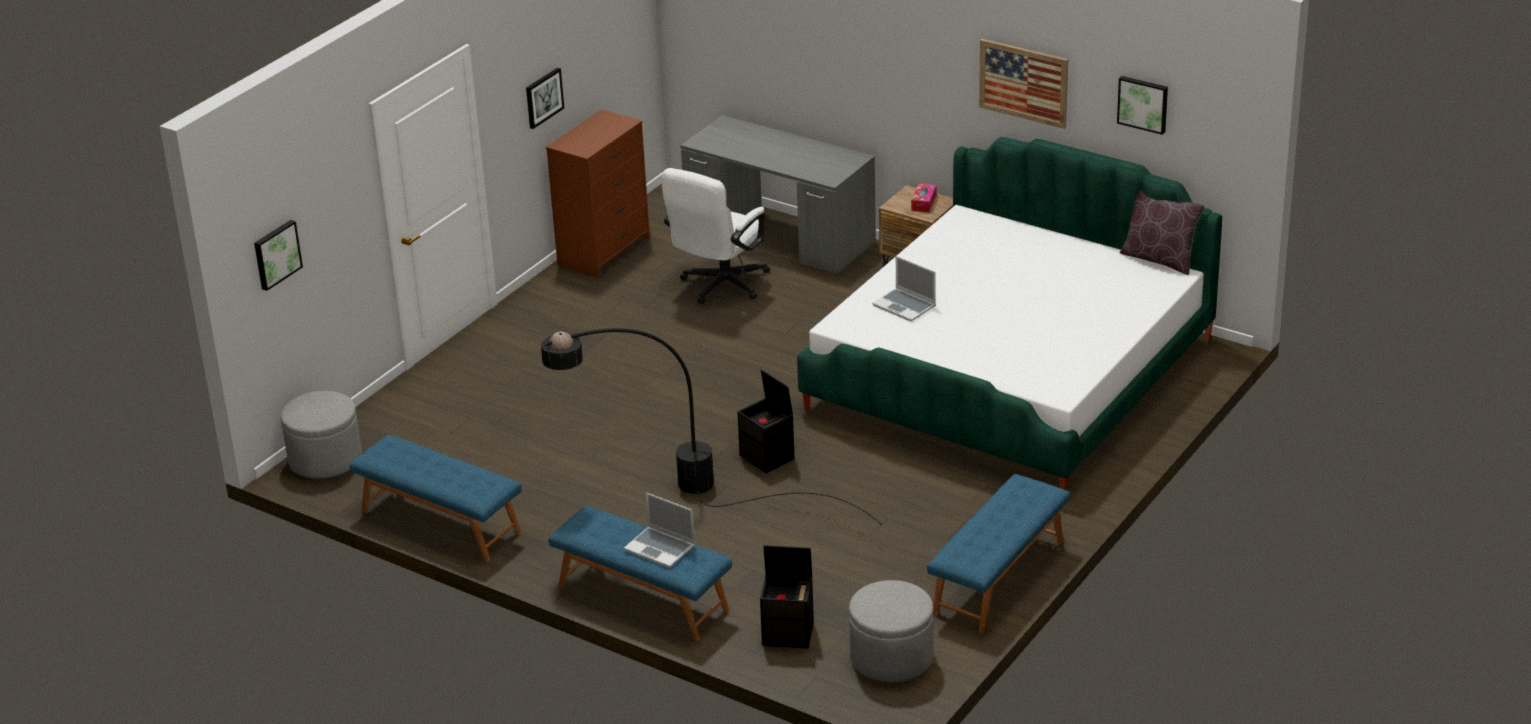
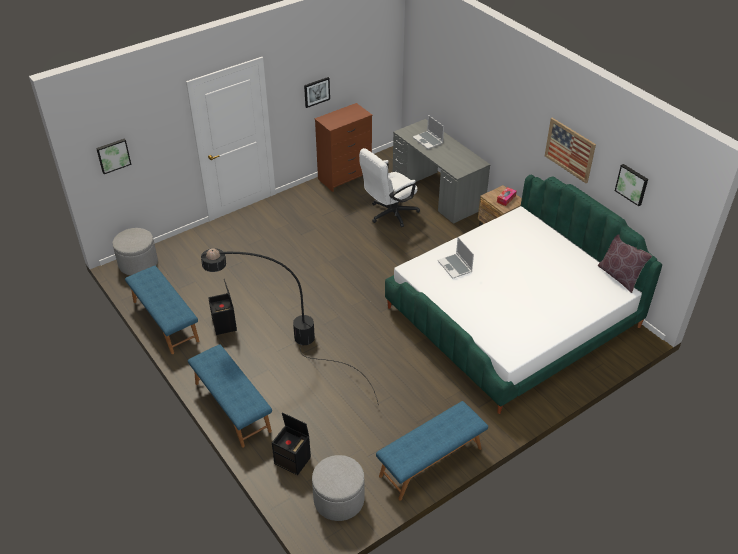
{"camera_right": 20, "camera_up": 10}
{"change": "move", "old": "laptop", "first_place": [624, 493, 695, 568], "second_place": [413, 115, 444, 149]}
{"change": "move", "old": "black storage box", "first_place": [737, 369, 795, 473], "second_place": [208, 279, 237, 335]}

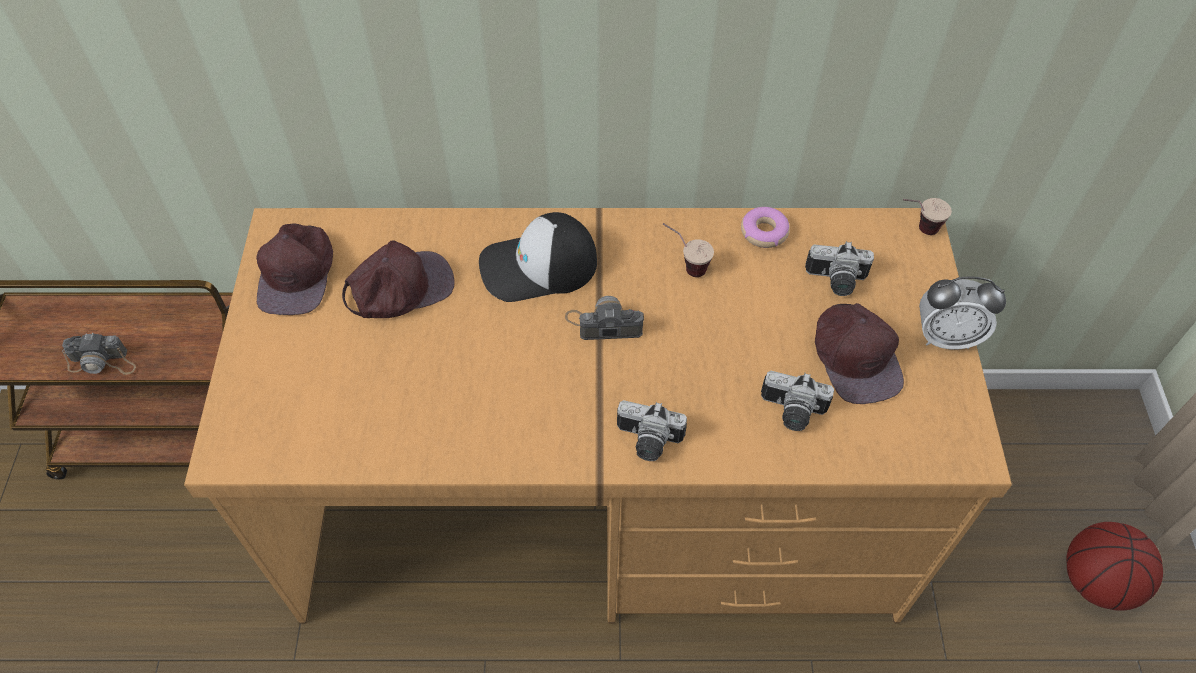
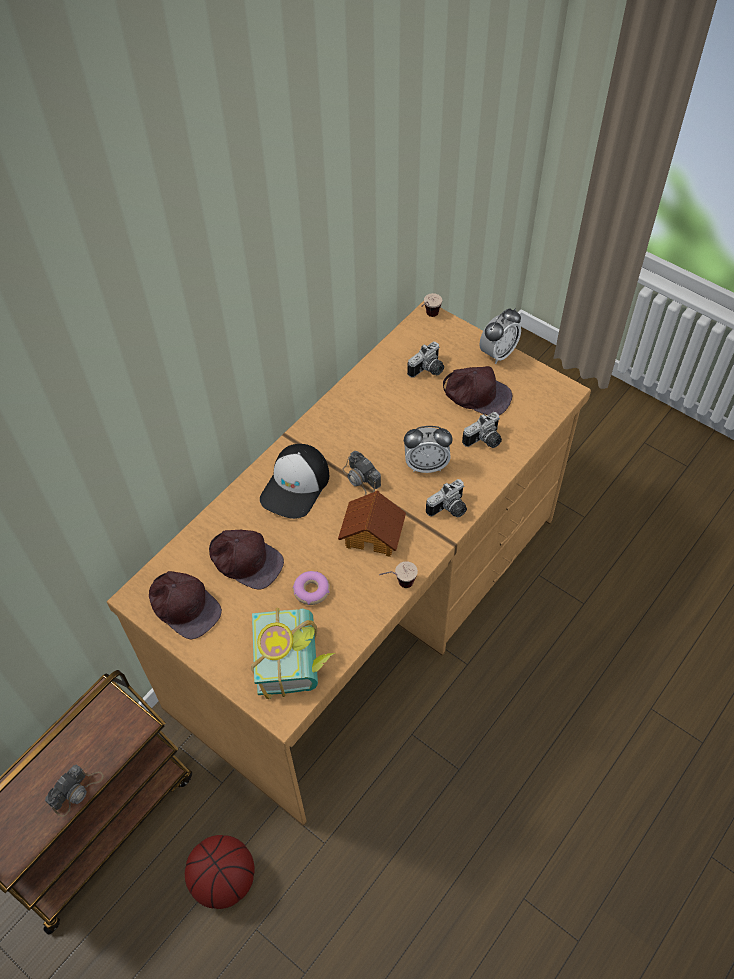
{"camera_right": -50, "camera_up": 0}
{"change": "insert", "new": "bound book", "second_place": [251, 607, 335, 699]}
{"change": "insert", "new": "miniature house", "second_place": [338, 490, 406, 557]}
{"change": "insert", "new": "bedside clock", "second_place": [404, 426, 453, 473]}
{"change": "move", "old": "drinking cup", "first_place": [663, 223, 714, 277], "second_place": [379, 561, 418, 588]}
{"change": "move", "old": "donut", "first_place": [741, 207, 790, 248], "second_place": [293, 571, 330, 605]}
{"change": "move", "old": "ball for basketball", "first_place": [1066, 522, 1163, 611], "second_place": [185, 835, 255, 909]}
{"change": "rotate", "old": "brownish cap", "first_place": [342, 240, 454, 318], "second_place": [209, 530, 284, 590], "degrees": 105}
{"change": "rotate", "old": "photo camera", "first_place": [565, 296, 644, 340], "second_place": [342, 451, 381, 495], "degrees": -75}

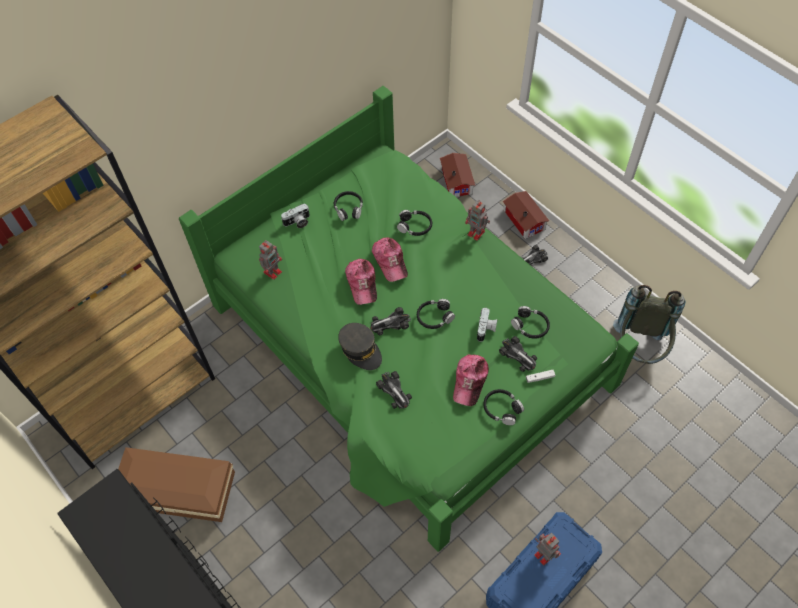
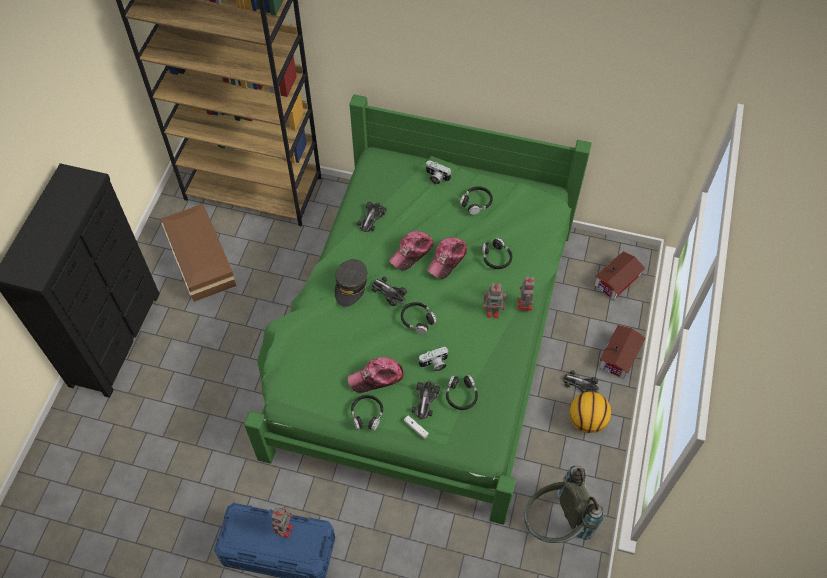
{"camera_right": 55, "camera_up": 0}
{"change": "insert", "new": "ball for basketball", "second_place": [570, 392, 611, 433]}
{"change": "move", "old": "robot figure", "first_place": [259, 240, 282, 280], "second_place": [483, 283, 507, 318]}
{"change": "move", "old": "model car", "first_place": [376, 371, 412, 409], "second_place": [357, 202, 387, 232]}

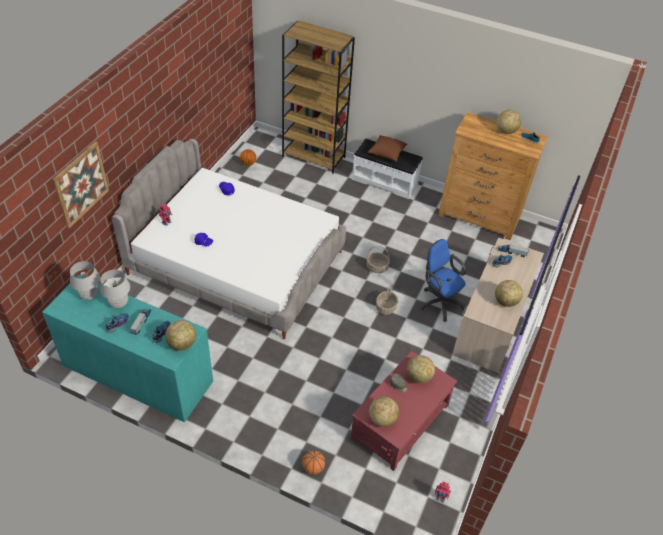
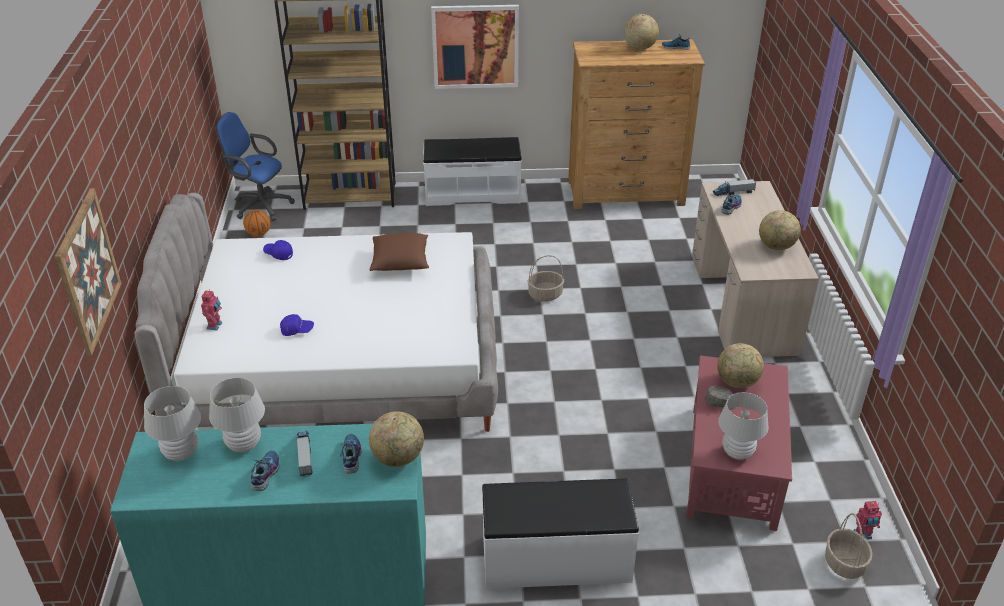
{"camera_right": -25, "camera_up": -10}
{"change": "delete", "old": "ball for basketball", "first_place": [302, 451, 325, 475]}
{"change": "insert", "new": "wall picture", "second_place": [431, 5, 519, 89]}
{"change": "insert", "new": "white-coloured indoor bench", "second_place": [482, 479, 639, 589]}
{"change": "move", "old": "brownish throw pillow", "first_place": [368, 135, 407, 162], "second_place": [370, 233, 429, 271]}
{"change": "move", "old": "storage basket", "first_place": [376, 284, 398, 315], "second_place": [825, 513, 873, 579]}
{"change": "move", "old": "blue desk chair", "first_place": [420, 239, 466, 322], "second_place": [217, 112, 295, 221]}
{"change": "replace", "old": "world globe", "new": "white-coloured table lamp", "first_place": [369, 396, 399, 427], "second_place": [718, 392, 769, 460]}

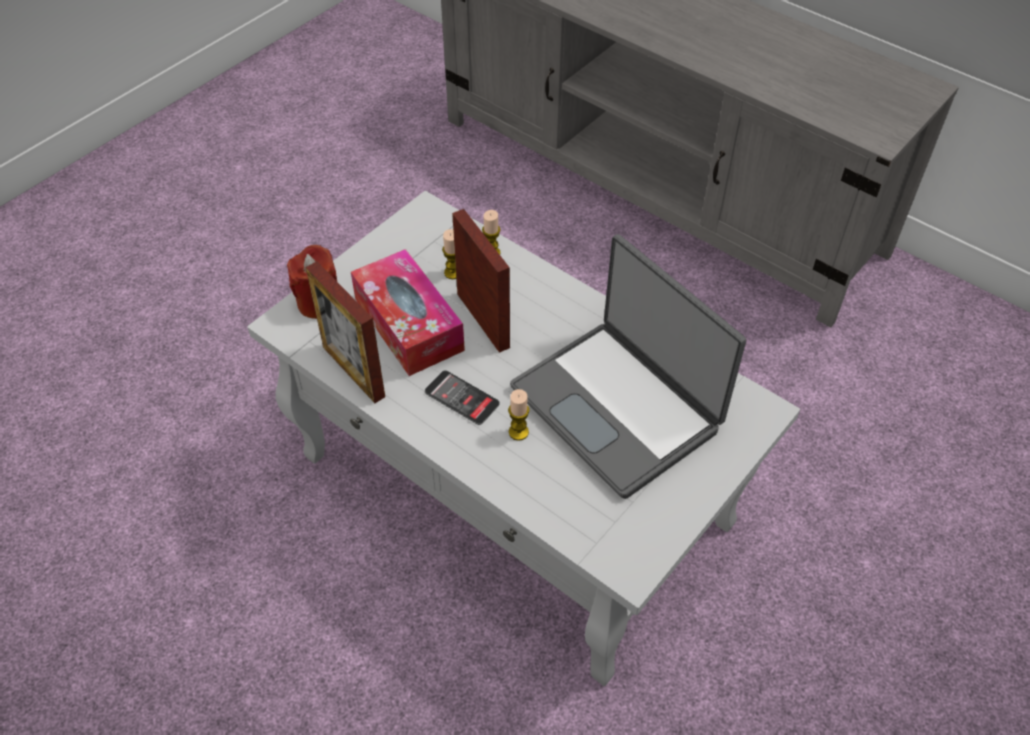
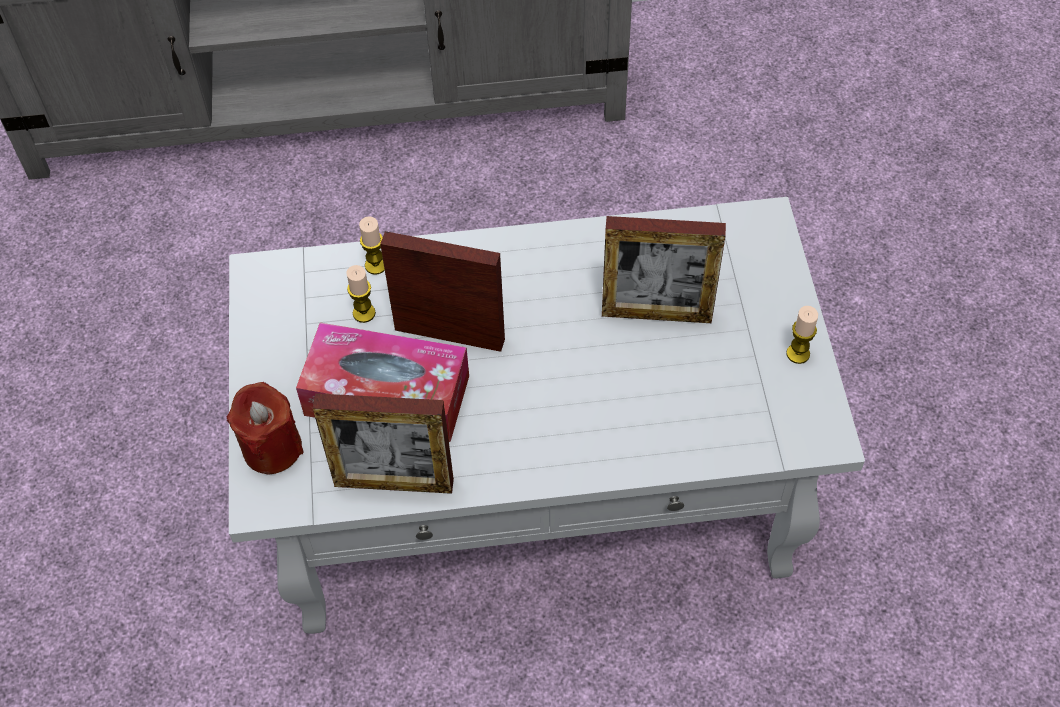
{"camera_right": -45, "camera_up": 5}
{"change": "delete", "old": "handset", "first_place": [425, 370, 500, 425]}
{"change": "move", "old": "wax candle", "first_place": [508, 389, 529, 441], "second_place": [786, 306, 818, 364]}
{"change": "replace", "old": "laptop", "new": "standing frame", "first_place": [510, 234, 746, 499], "second_place": [602, 216, 726, 323]}

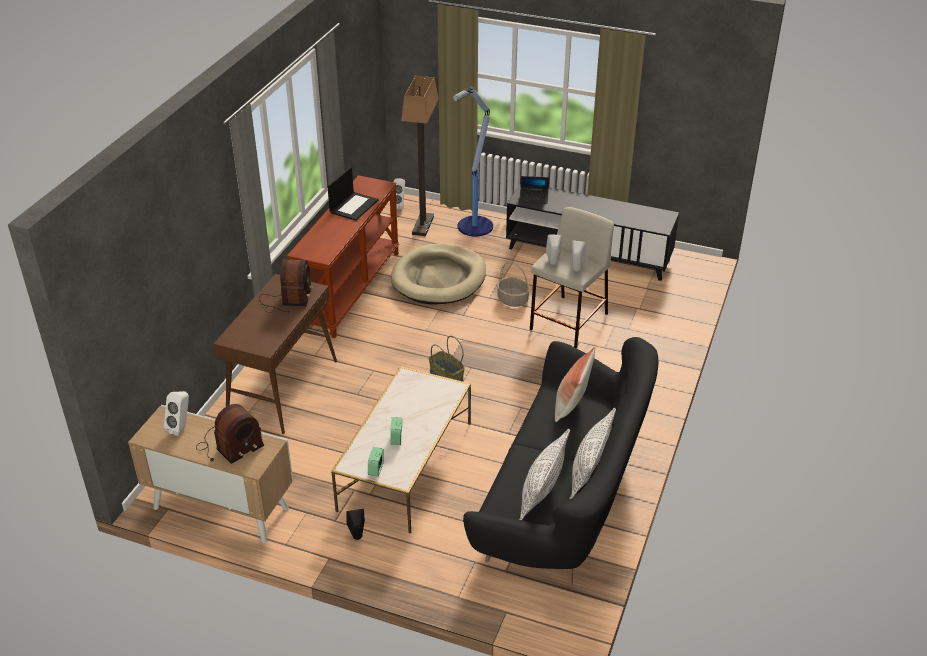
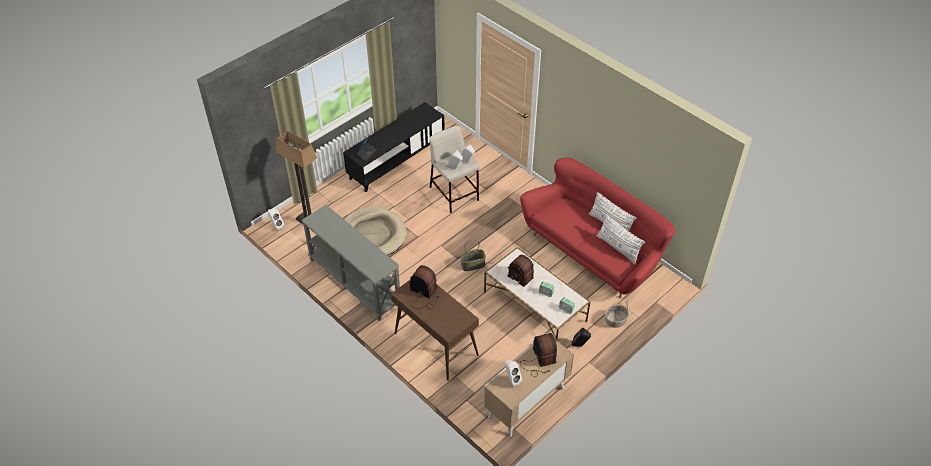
{"camera_right": -65, "camera_up": 10}
{"change": "delete", "old": "laptop", "first_place": [328, 167, 379, 221]}
{"change": "delete", "old": "standing lamp", "first_place": [453, 86, 493, 236]}
{"change": "delete", "old": "throw pillow", "first_place": [555, 347, 595, 422]}
{"change": "insert", "new": "radio", "second_place": [507, 255, 534, 287]}
{"change": "move", "old": "storage basket", "first_place": [497, 262, 530, 307], "second_place": [605, 300, 629, 328]}
{"change": "recolor", "old": "brownish hall table", "new": "gray hall table", "first_place": [287, 175, 399, 338], "second_place": [302, 205, 400, 321]}
{"change": "recolor", "old": "black sofa", "new": "red-coloured sofa", "first_place": [463, 337, 658, 586], "second_place": [520, 157, 675, 298]}

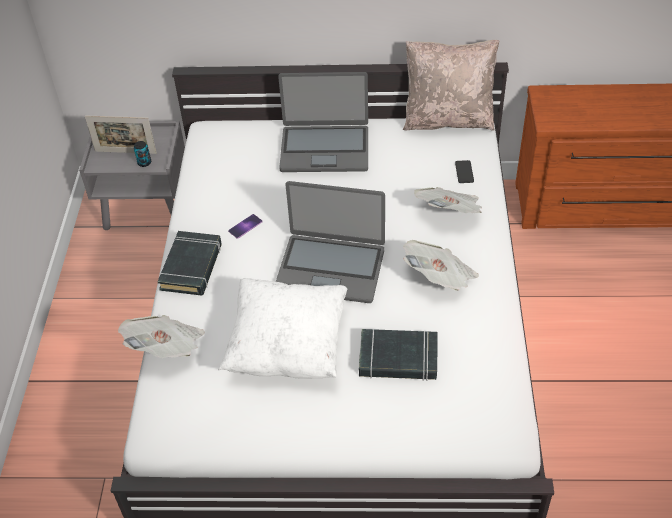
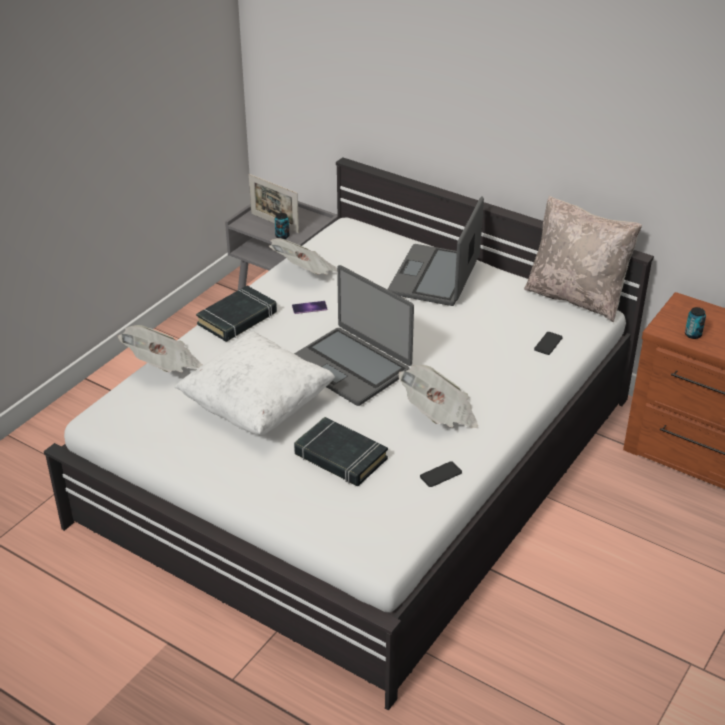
{"camera_right": 30, "camera_up": -10}
{"change": "insert", "new": "handset", "second_place": [420, 461, 462, 487]}
{"change": "insert", "new": "sealed can", "second_place": [685, 307, 706, 339]}
{"change": "move", "old": "daily paper", "first_place": [414, 187, 482, 213], "second_place": [269, 238, 337, 275]}
{"change": "rotate", "old": "laptop", "first_place": [278, 72, 368, 172], "second_place": [388, 196, 484, 306], "degrees": 75}

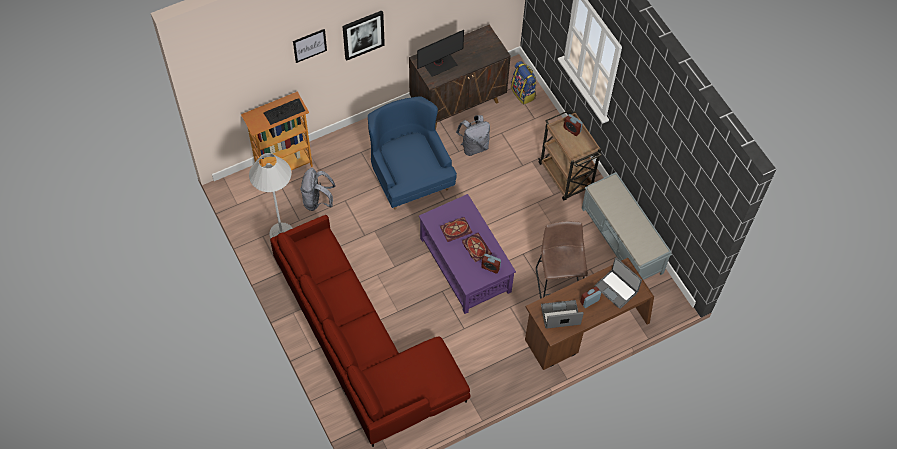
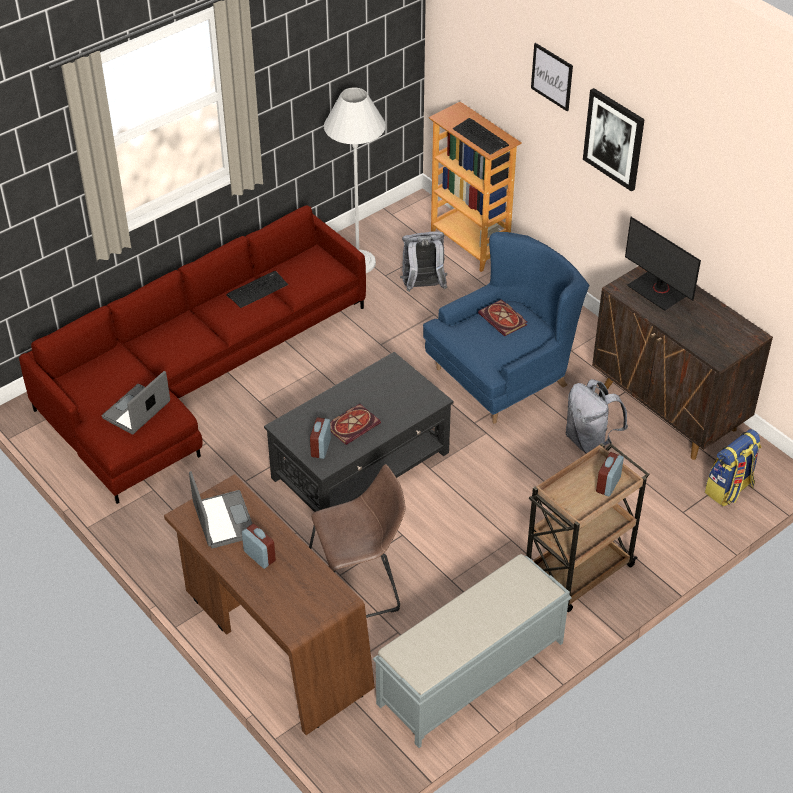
{"camera_right": 80, "camera_up": -15}
{"change": "insert", "new": "computer keyboard", "second_place": [226, 271, 288, 308]}
{"change": "move", "old": "bound book", "first_place": [440, 217, 472, 242], "second_place": [478, 299, 527, 337]}
{"change": "move", "old": "laptop", "first_place": [594, 257, 642, 309], "second_place": [102, 371, 170, 434]}
{"change": "recolor", "old": "purplish coffee table", "new": "black coffee table", "first_place": [419, 194, 516, 314], "second_place": [264, 352, 454, 512]}

